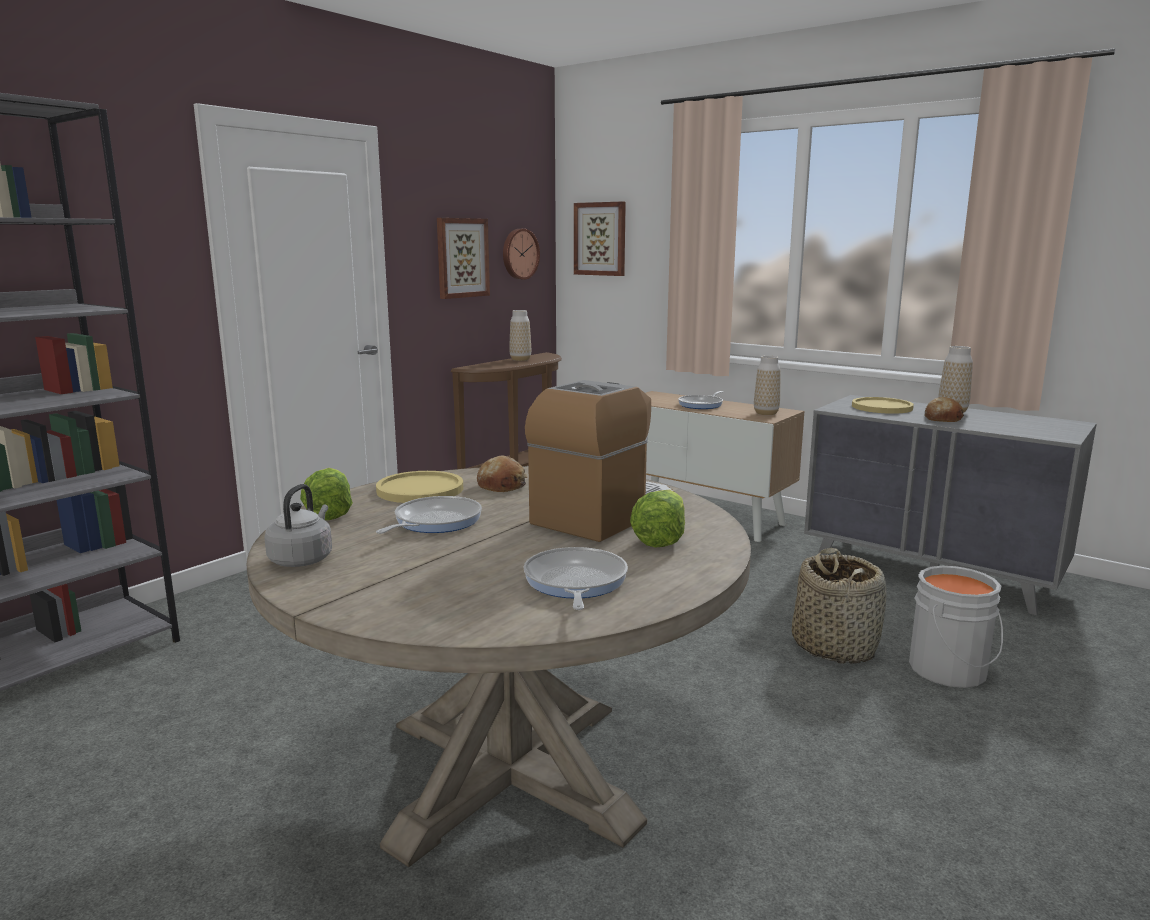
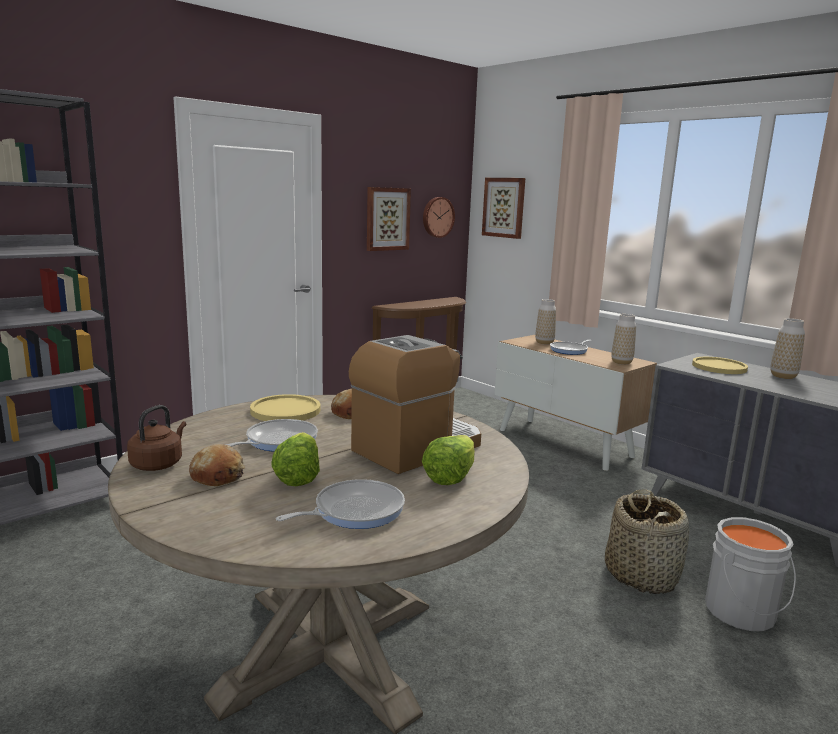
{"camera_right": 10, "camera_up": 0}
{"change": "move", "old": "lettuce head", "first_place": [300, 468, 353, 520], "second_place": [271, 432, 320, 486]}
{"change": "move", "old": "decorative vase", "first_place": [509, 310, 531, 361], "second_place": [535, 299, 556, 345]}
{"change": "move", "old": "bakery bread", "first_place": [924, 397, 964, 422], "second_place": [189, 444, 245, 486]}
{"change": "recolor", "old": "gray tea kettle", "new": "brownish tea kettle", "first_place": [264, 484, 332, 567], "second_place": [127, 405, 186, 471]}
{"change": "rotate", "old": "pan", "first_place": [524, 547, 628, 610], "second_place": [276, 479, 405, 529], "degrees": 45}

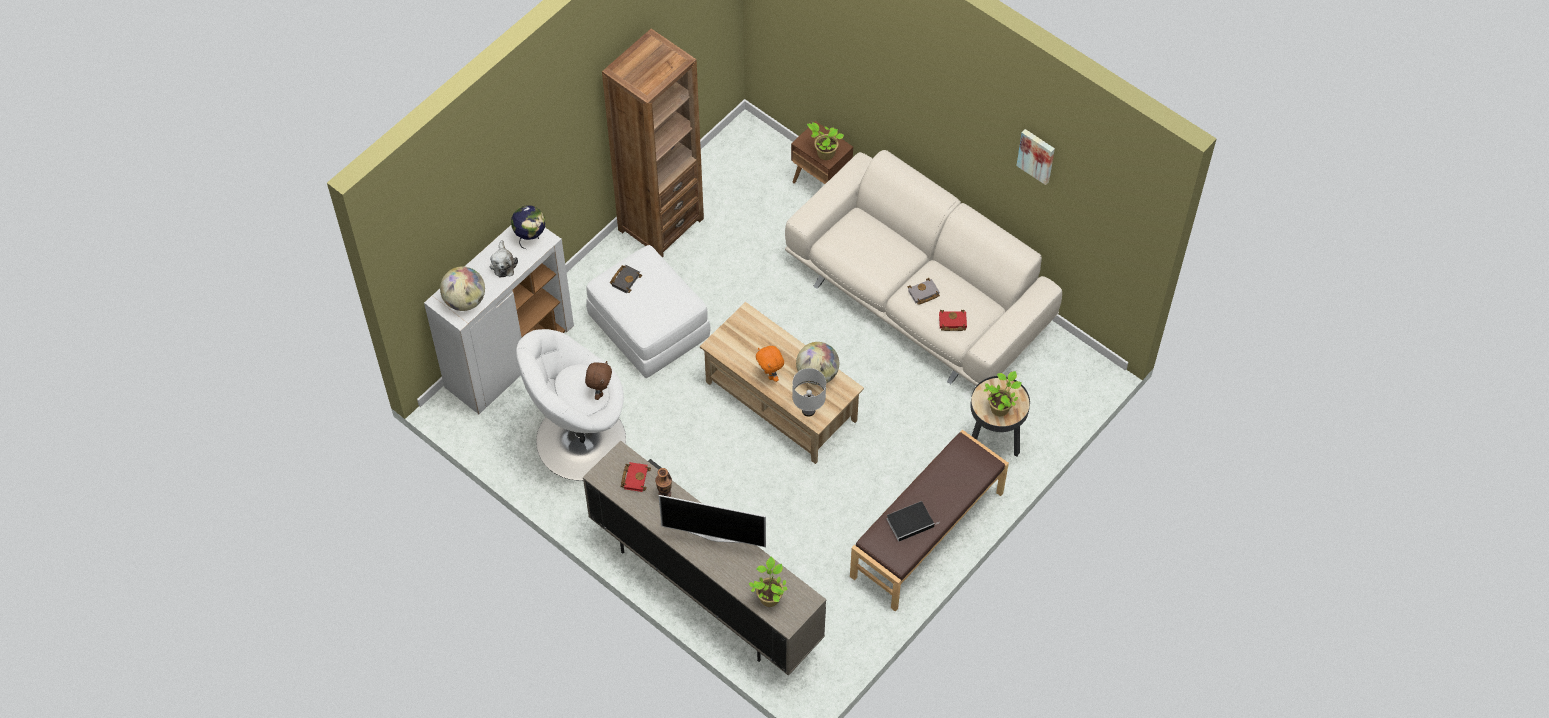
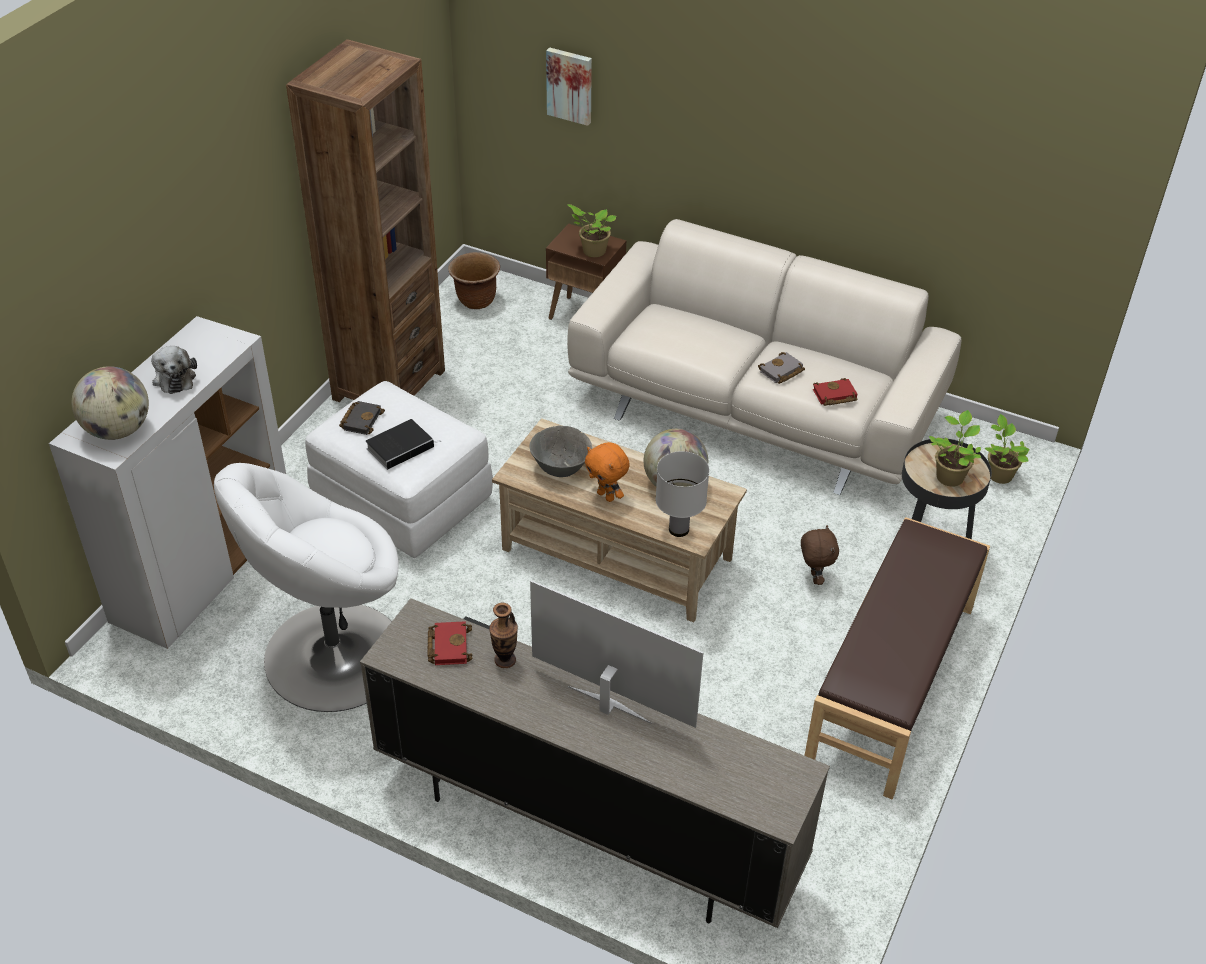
{"camera_right": -15, "camera_up": -15}
{"change": "delete", "old": "world globe", "first_place": [511, 205, 545, 250]}
{"change": "insert", "new": "brownish planter", "second_place": [448, 252, 500, 309]}
{"change": "insert", "new": "gray bowl", "second_place": [530, 426, 592, 477]}
{"change": "move", "old": "brownish cuddly toy", "first_place": [585, 361, 612, 400], "second_place": [801, 525, 839, 585]}
{"change": "move", "old": "potted plant", "first_place": [749, 557, 788, 607], "second_place": [985, 414, 1030, 484]}
{"change": "move", "old": "bound book", "first_place": [887, 501, 939, 542], "second_place": [366, 419, 440, 470]}
{"change": "move", "old": "wall picture", "first_place": [1017, 129, 1055, 185], "second_place": [546, 47, 592, 126]}
{"change": "rotate", "old": "TV", "first_place": [659, 495, 766, 547], "second_place": [530, 580, 704, 728], "degrees": -150}

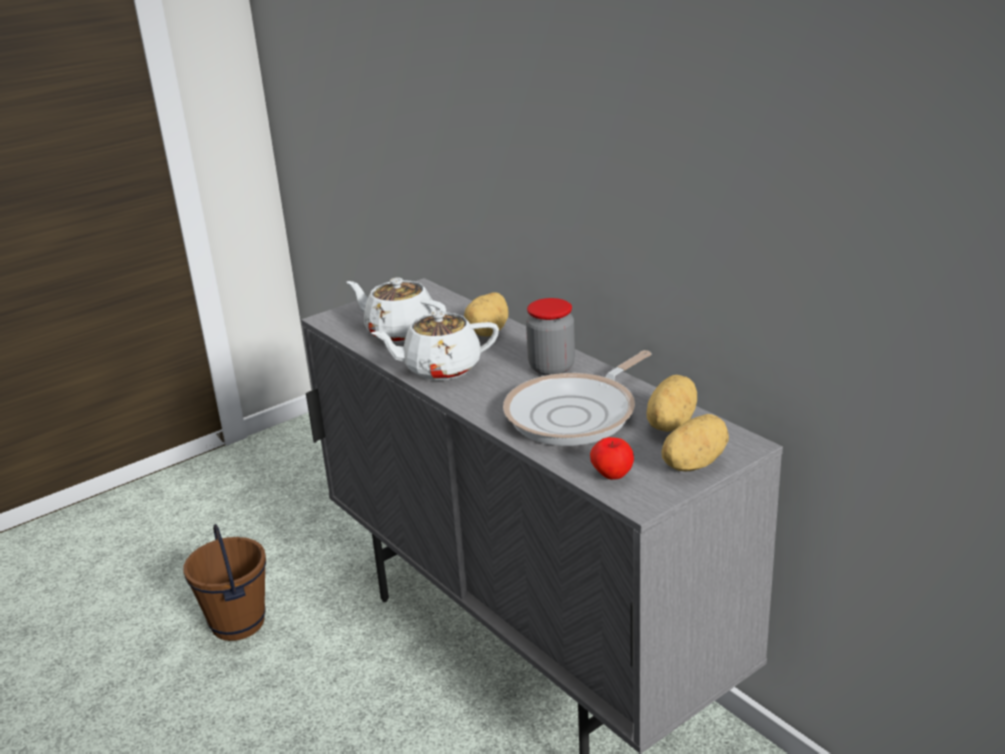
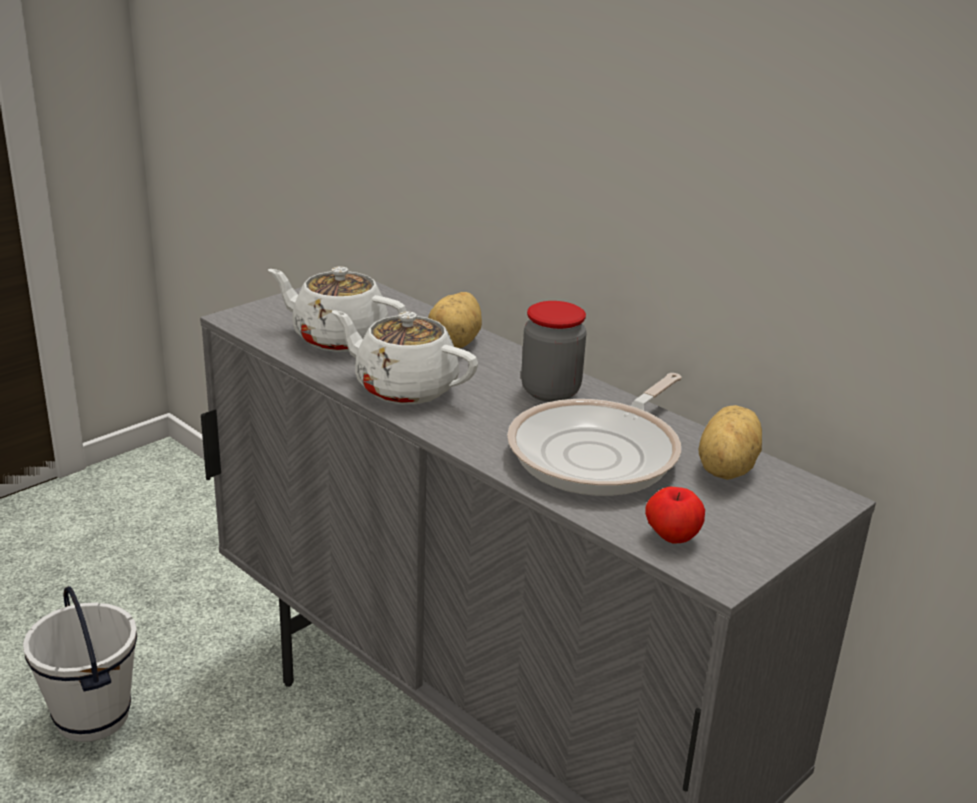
{"camera_right": -10, "camera_up": 0}
{"change": "delete", "old": "potato", "first_place": [661, 414, 729, 471]}
{"change": "recolor", "old": "brownish pail", "new": "white-coloured pail", "first_place": [183, 524, 266, 641], "second_place": [23, 586, 137, 742]}
{"change": "rotate", "old": "white-coloured pot for tea", "first_place": [371, 310, 499, 380], "second_place": [332, 310, 478, 404], "degrees": 45}

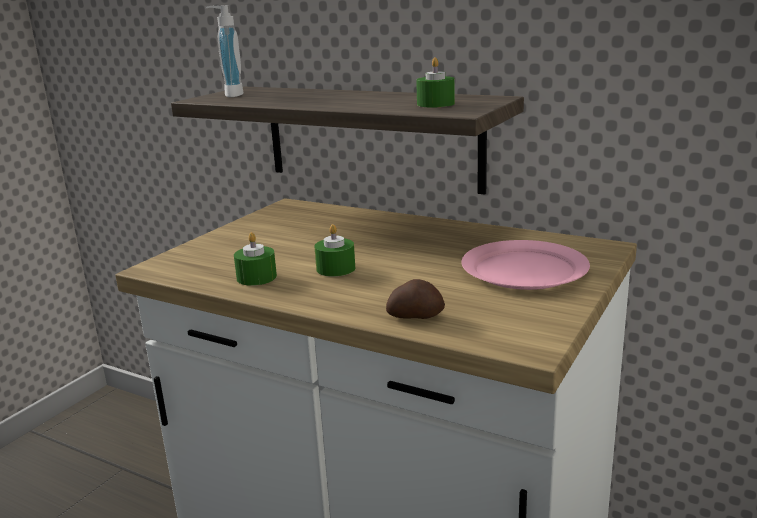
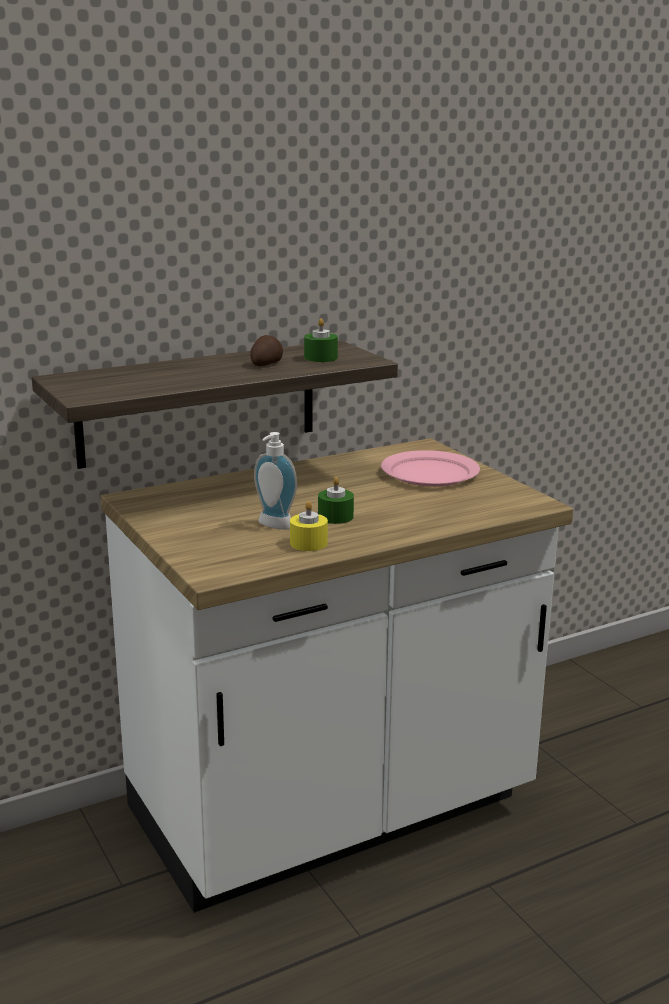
{"camera_right": -60, "camera_up": 0}
{"change": "move", "old": "liquid soap bottle", "first_place": [206, 5, 243, 97], "second_place": [254, 432, 297, 530]}
{"change": "move", "old": "potato", "first_place": [386, 279, 445, 319], "second_place": [250, 335, 283, 366]}
{"change": "recolor", "old": "greenish wax candle", "new": "yellow-coloured wax candle", "first_place": [234, 232, 277, 286], "second_place": [290, 501, 328, 551]}

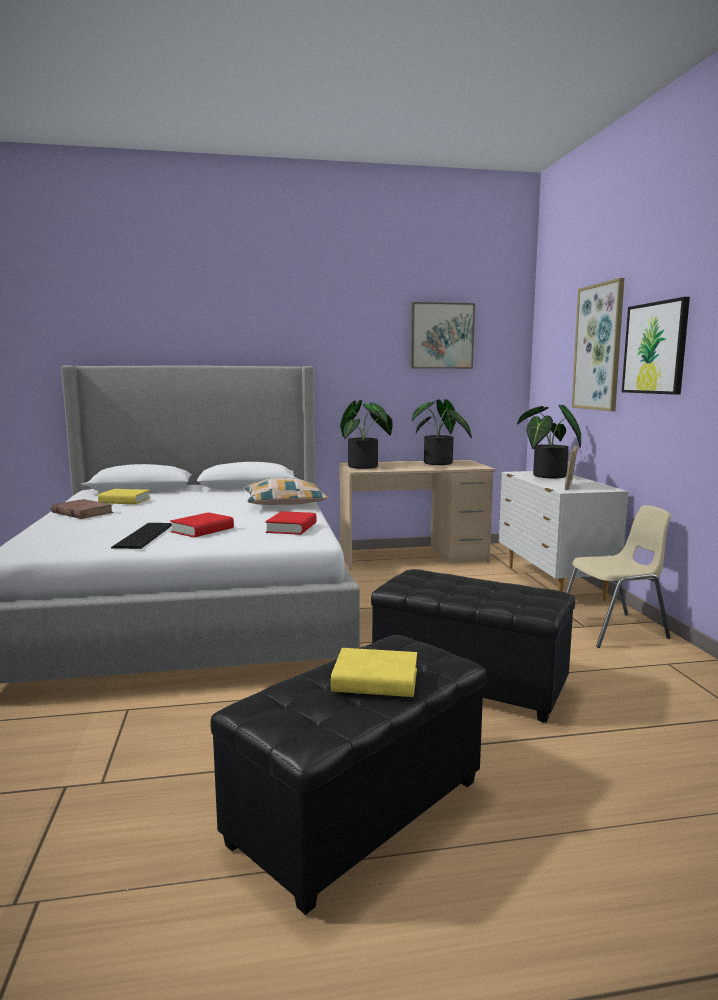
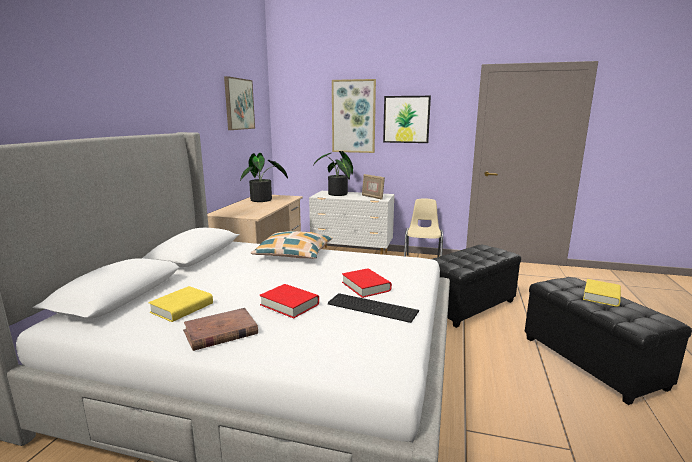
{"camera_right": -65, "camera_up": 5}
{"change": "delete", "old": "potted plant", "first_place": [340, 400, 393, 469]}
{"change": "move", "old": "red-coloured bound book", "first_place": [265, 511, 317, 535], "second_place": [259, 284, 319, 318]}

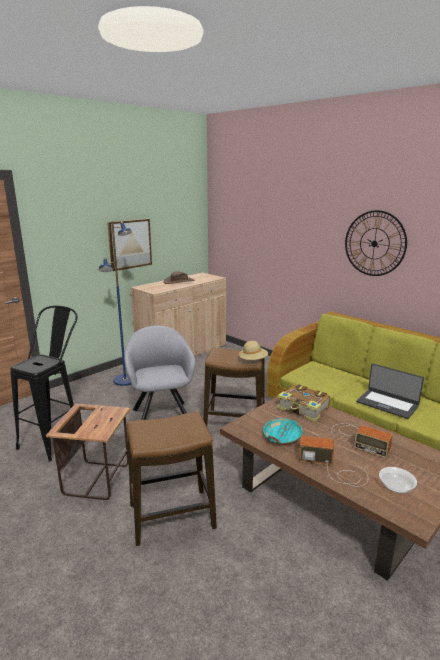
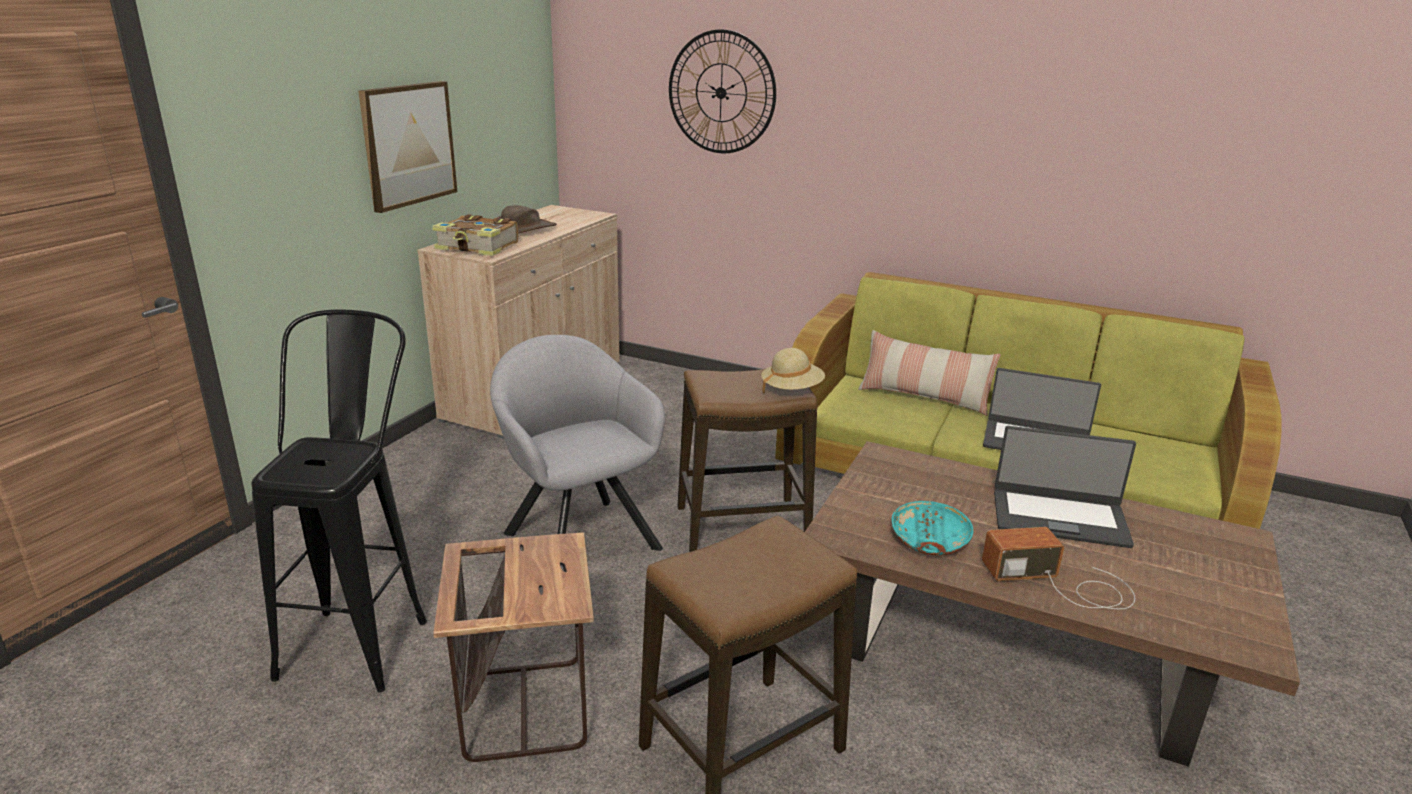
{"camera_right": -20, "camera_up": 5}
{"change": "delete", "old": "blue standing lamp", "first_place": [99, 221, 132, 386]}
{"change": "delete", "old": "bowl", "first_place": [379, 467, 417, 493]}
{"change": "insert", "new": "throw pillow", "second_place": [858, 330, 1001, 416]}
{"change": "move", "old": "bound book", "first_place": [277, 384, 330, 422], "second_place": [432, 214, 518, 256]}
{"change": "move", "old": "hanging clock", "first_place": [345, 210, 407, 276], "second_place": [669, 29, 776, 153]}
{"change": "replace", "old": "radio", "new": "laptop", "first_place": [331, 423, 392, 458], "second_place": [994, 426, 1136, 548]}

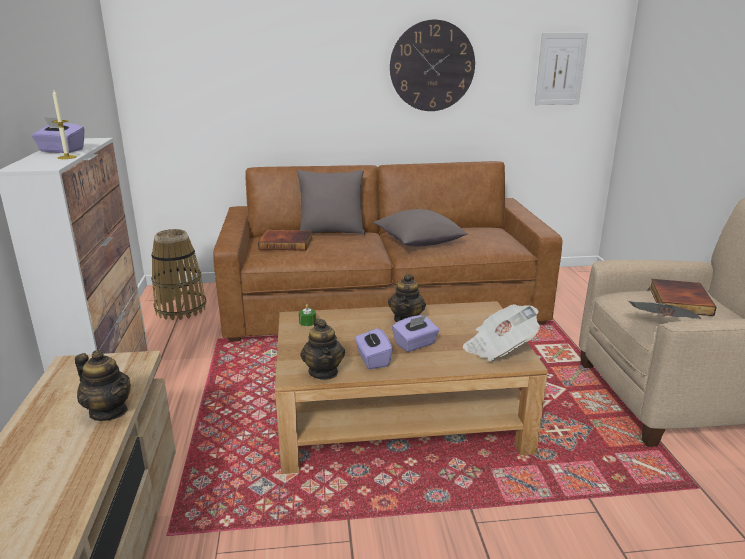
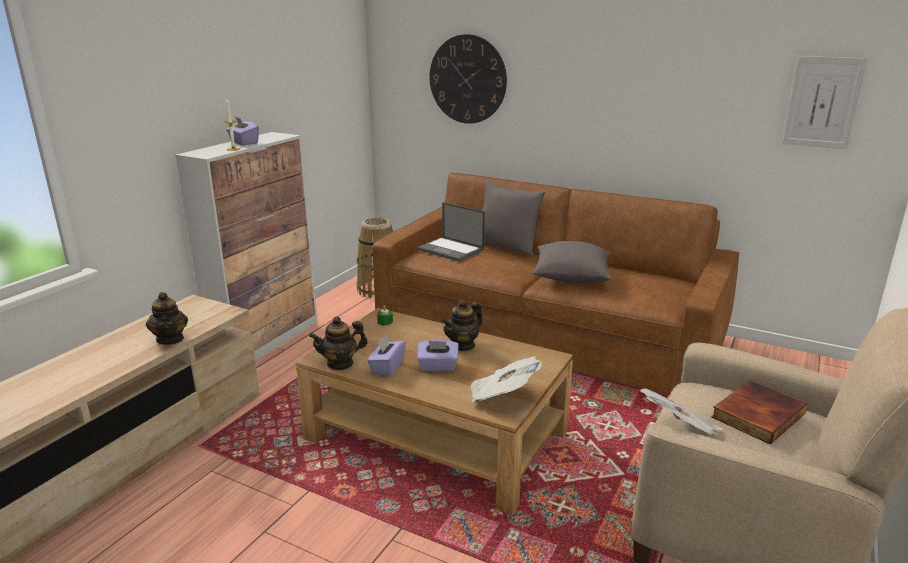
{"camera_right": 35, "camera_up": 0}
{"change": "move", "old": "hanging clock", "first_place": [390, 20, 475, 111], "second_place": [430, 34, 507, 124]}
{"change": "replace", "old": "bound book", "new": "laptop", "first_place": [258, 230, 312, 251], "second_place": [417, 202, 485, 261]}
{"change": "rotate", "old": "pot for tea", "first_place": [300, 319, 345, 380], "second_place": [309, 316, 368, 370], "degrees": 45}

